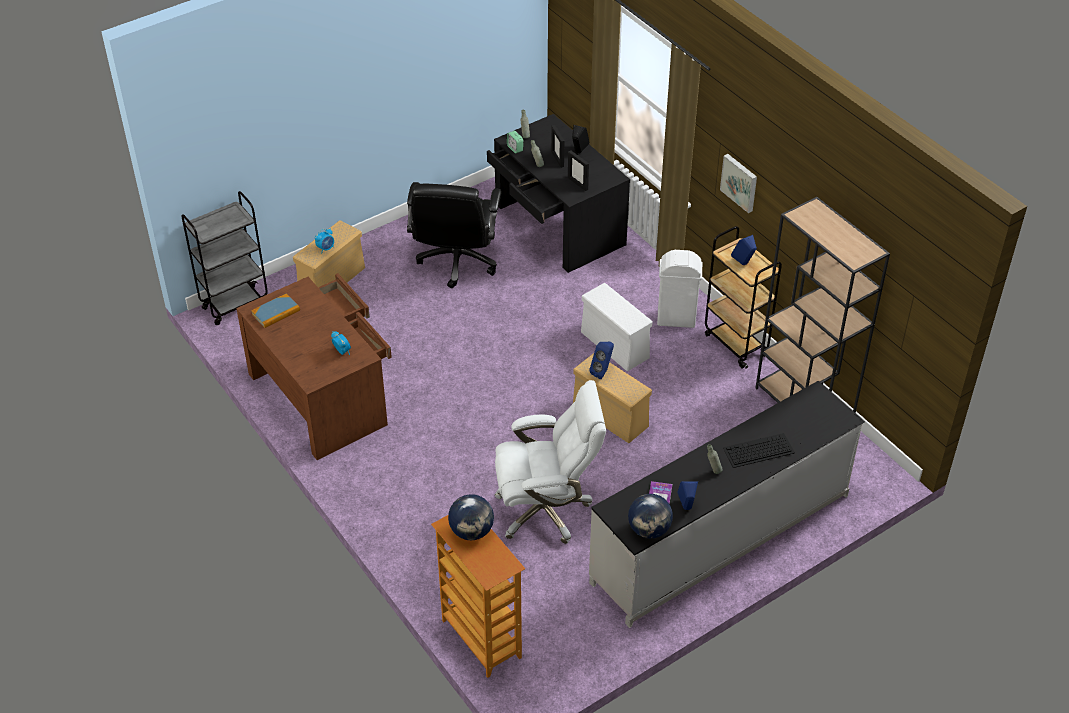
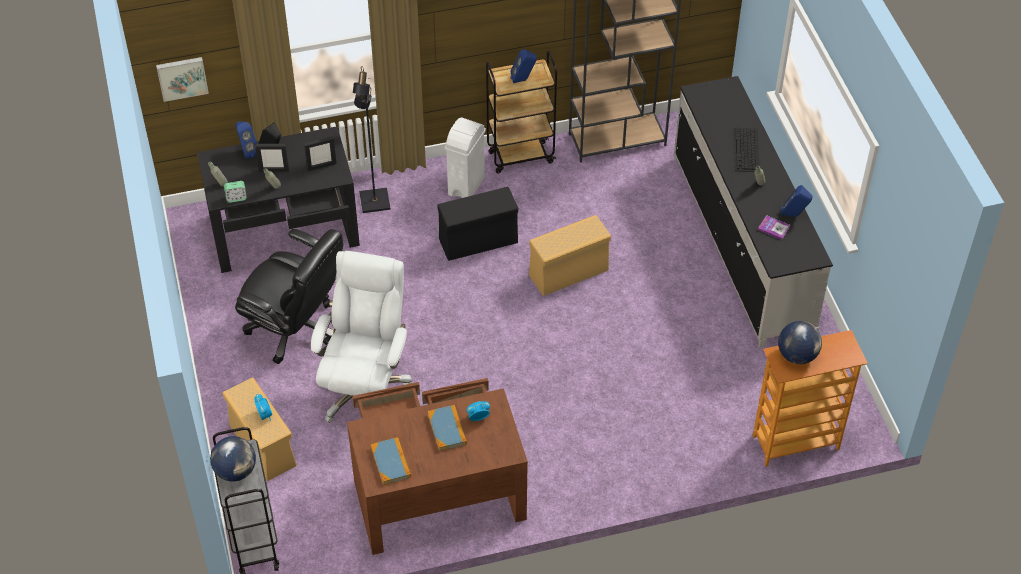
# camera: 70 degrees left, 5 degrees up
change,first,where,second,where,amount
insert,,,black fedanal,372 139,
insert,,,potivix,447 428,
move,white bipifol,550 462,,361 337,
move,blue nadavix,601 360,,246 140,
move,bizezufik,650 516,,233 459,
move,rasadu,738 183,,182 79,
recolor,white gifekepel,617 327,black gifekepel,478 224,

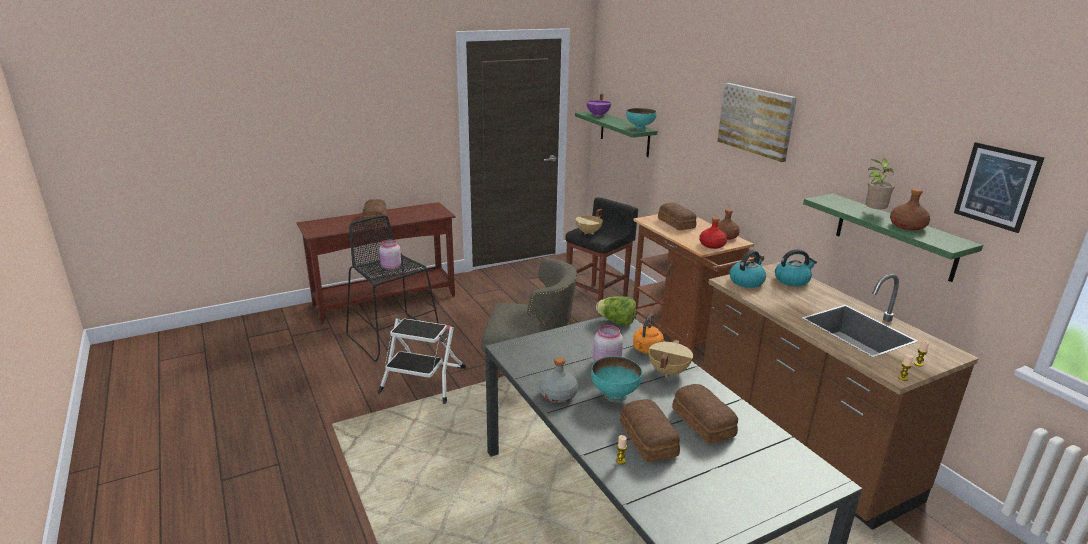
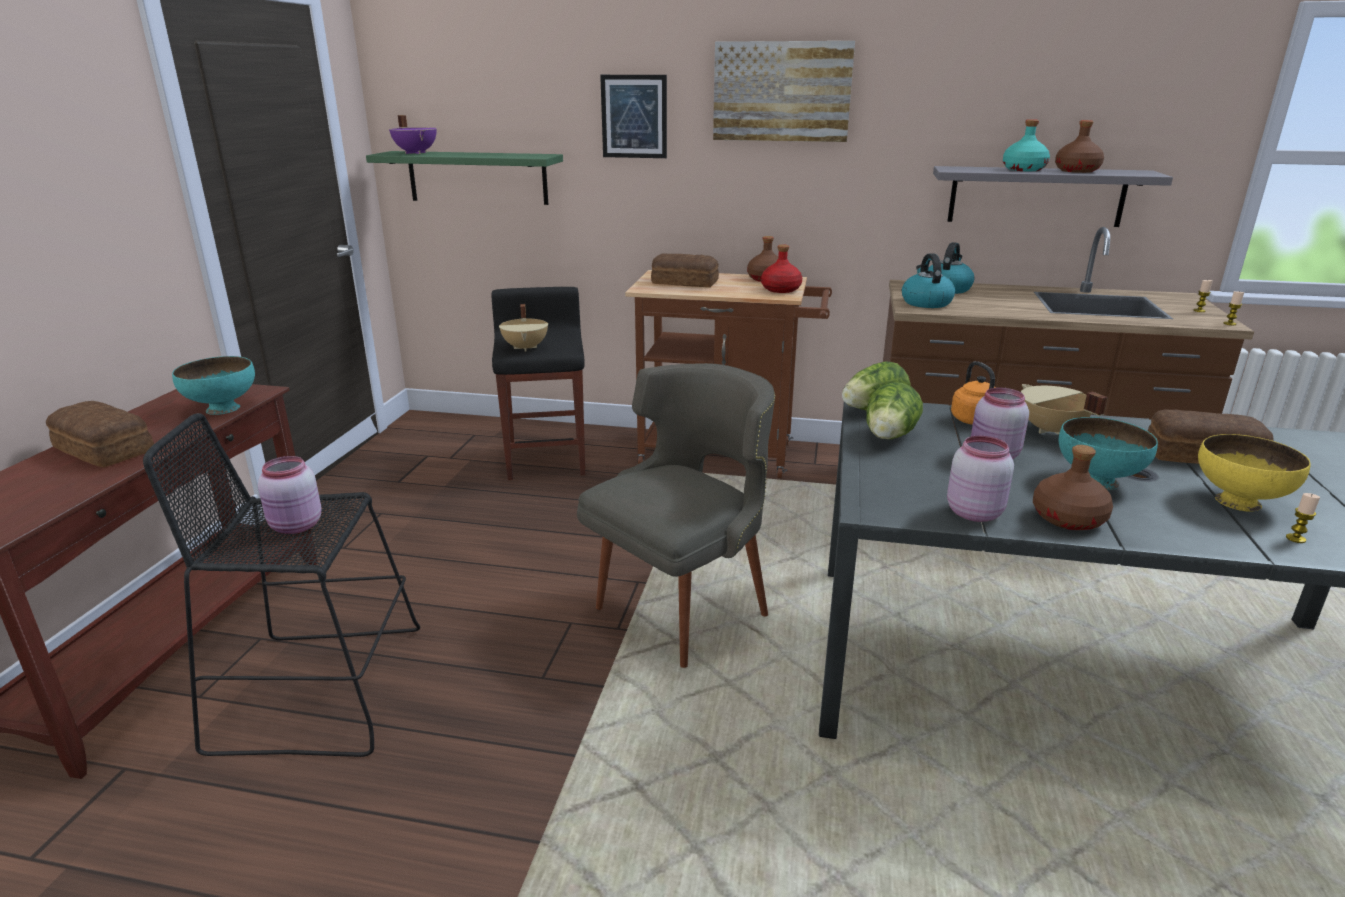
# camera: 50 degrees left, 0 degrees up
change,first,where,second,where,amount
delete,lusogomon,422 360,,,
insert,,,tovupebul,894 410,
insert,,,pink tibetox,980 479,
move,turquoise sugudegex,641 119,,213 385,
move,rasadu,999 187,,633 116,
replace,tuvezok,650 430,yellow sugudegex,1254 473,
replace,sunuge,877 184,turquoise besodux,1026 145,
recolor,grey besodux,558 379,brown besodux,1073 487,
recolor,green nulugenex,893 237,grey nulugenex,1053 196,

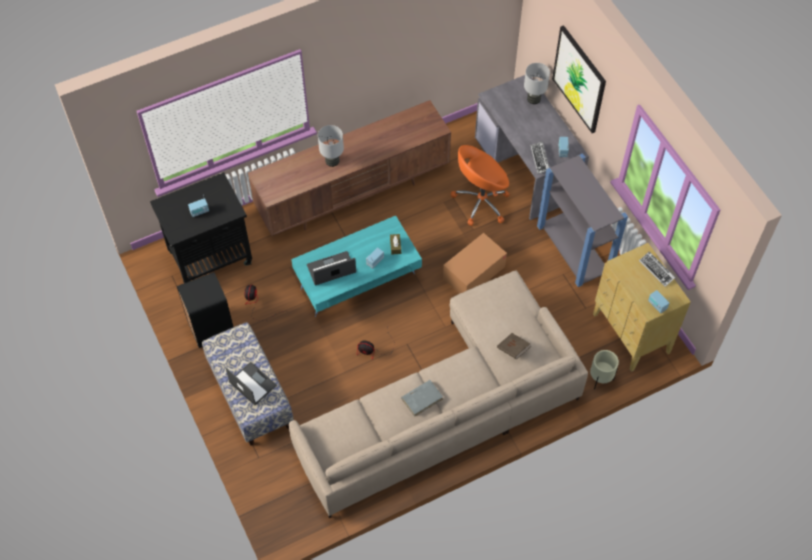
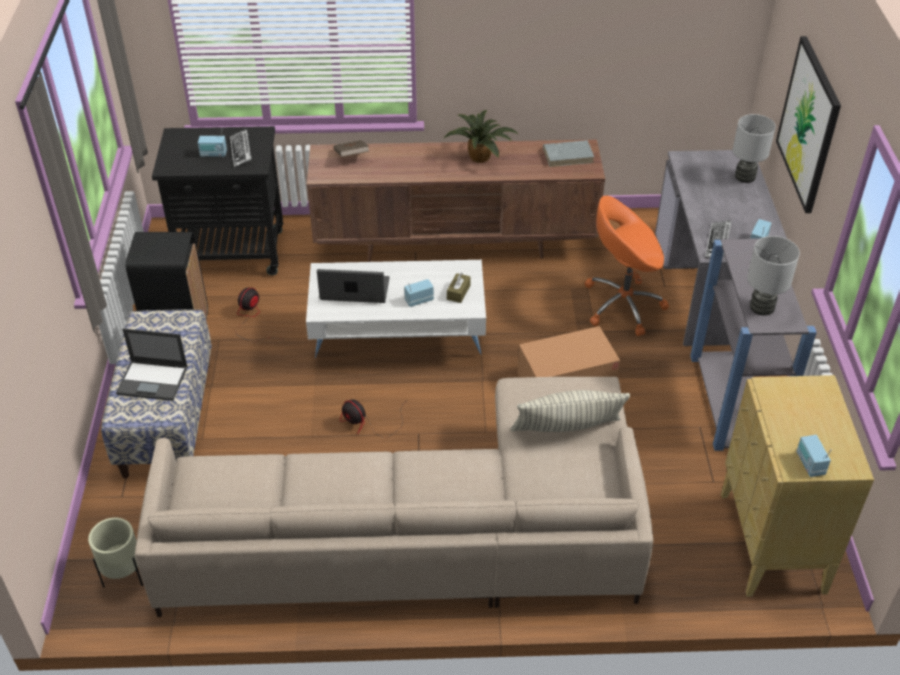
# camera: 25 degrees right, 15 degrees down
change,first,where,second,where,amount
insert,,,sunuge,481 136,
insert,,,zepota,570 411,
move,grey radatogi,331 146,,773 276,
move,grey potivix,422 398,,568 153,
move,brown potivix,514 346,,351 148,
move,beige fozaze,604 370,,115 553,
move,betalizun,657 269,,241 148,
recolor,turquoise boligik,356 266,white boligik,396 309,
rotate,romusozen,251 383,,152 364,120 degrees clockwise

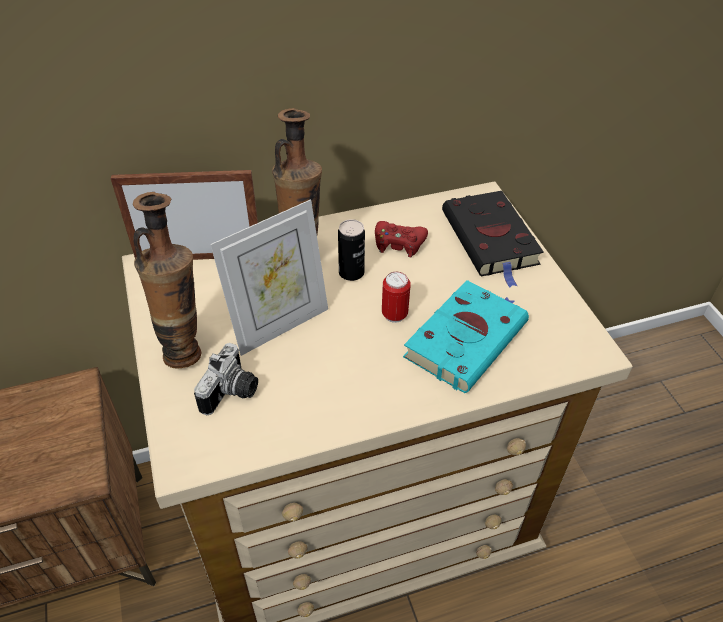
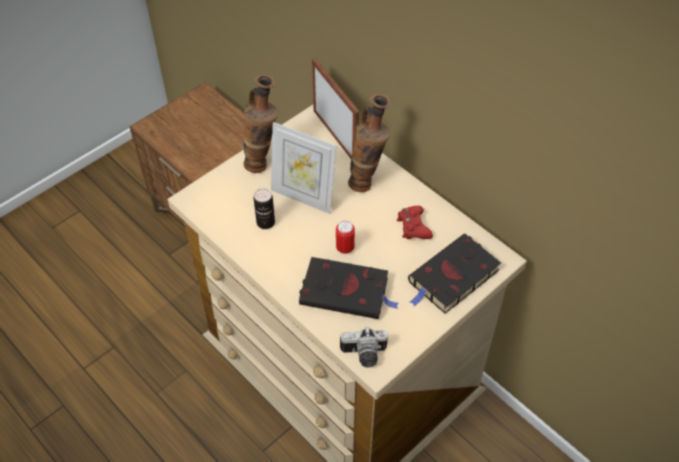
# camera: 65 degrees right, 5 degrees up
change,first,where,second,where,amount
move,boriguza,226 379,,364 347,
move,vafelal,351 250,,264 208,
recolor,turquoise potivix,466 336,black potivix,349 288,

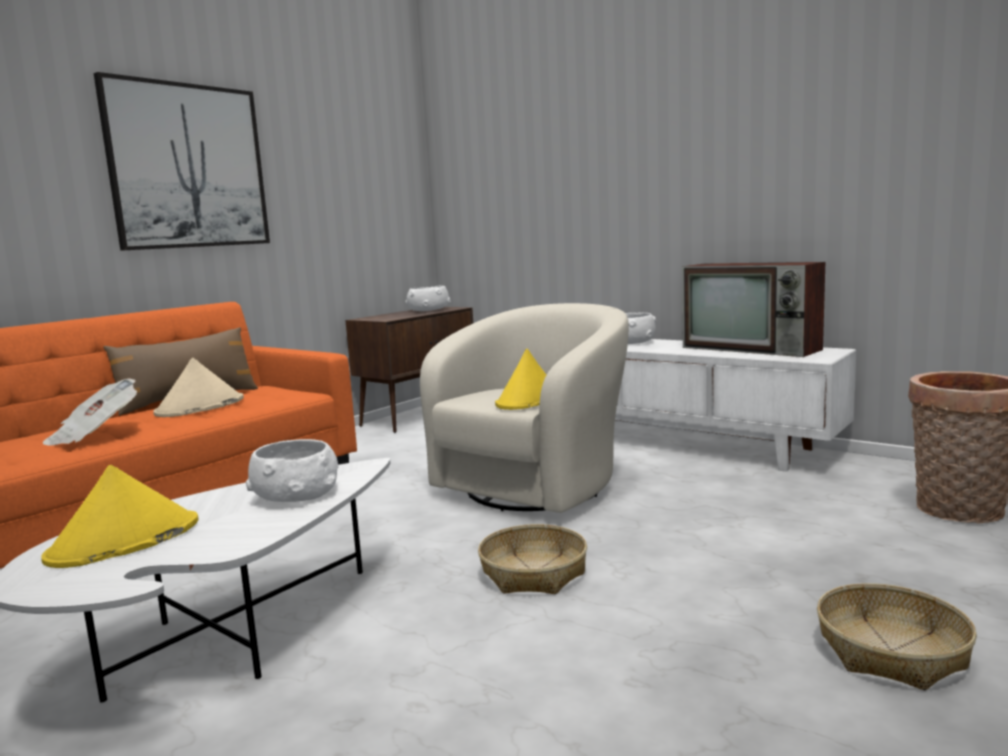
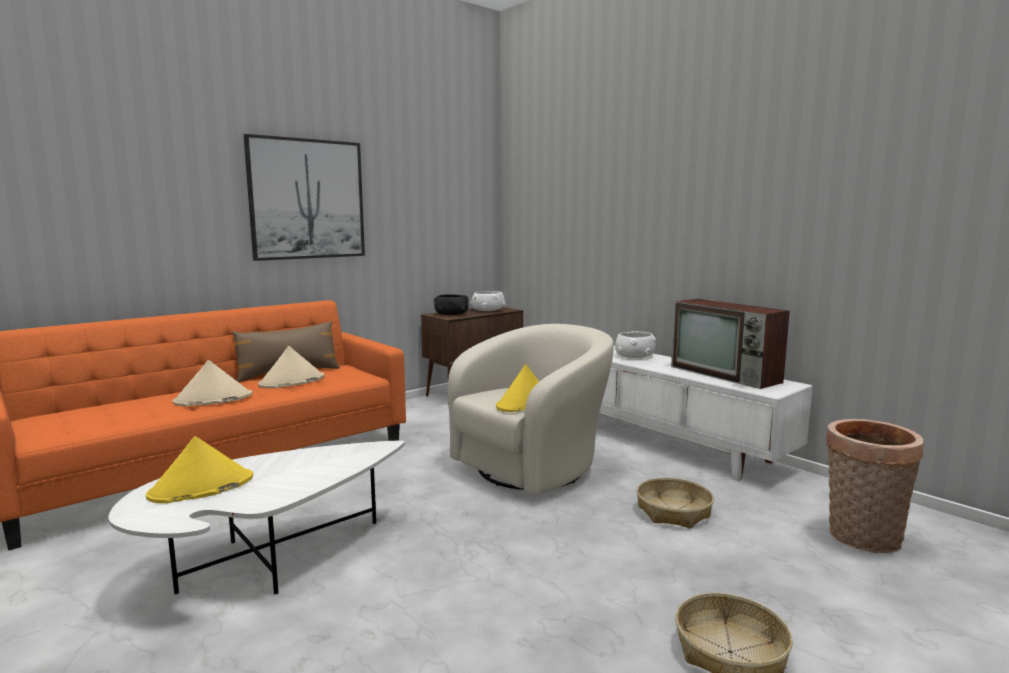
# camera: 10 degrees right, 0 degrees up
change,first,where,second,where,amount
delete,white sugudegex,292 470,,,
insert,,,black sugudegex,451 304,
move,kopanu,532 559,,675 503,
replace,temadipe,90 412,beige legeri,212 383,

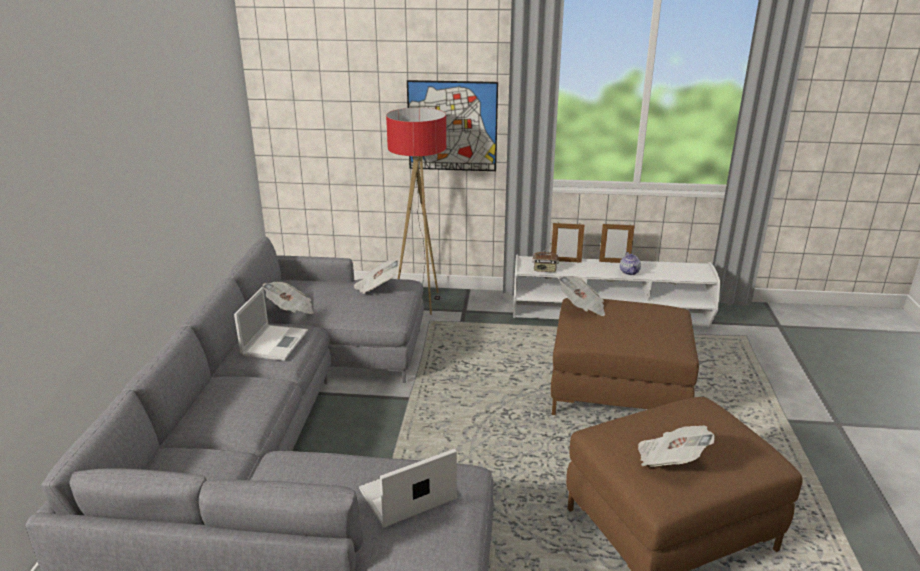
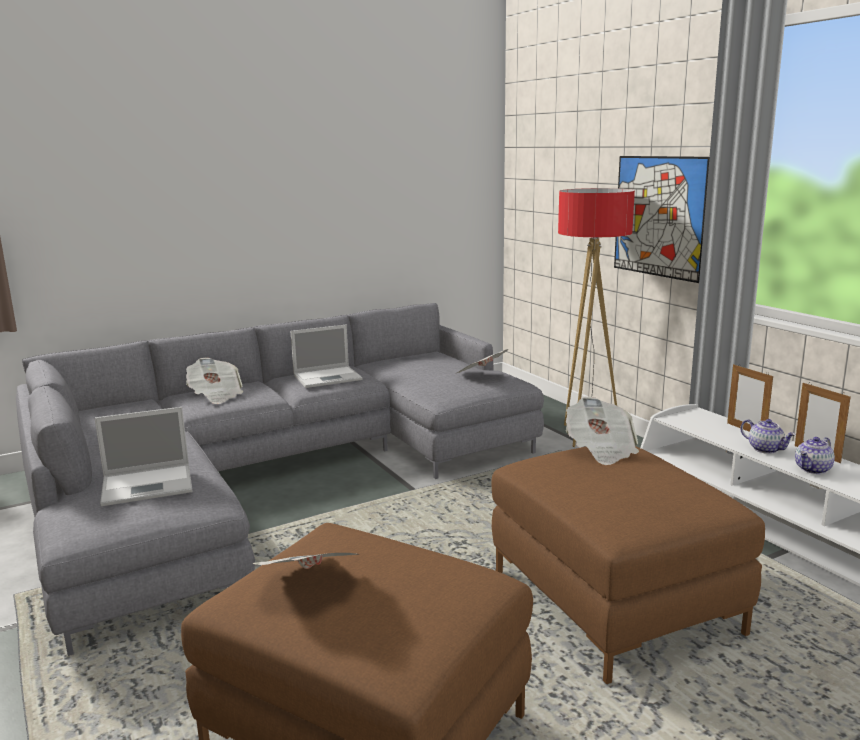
# camera: 55 degrees right, 10 degrees down
change,first,where,second,where,amount
delete,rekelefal,545 258,,,
insert,,,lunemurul,768 436,
move,temadipe,288 298,,214 381,
rotate,romusozen,408 488,,144 456,135 degrees clockwise

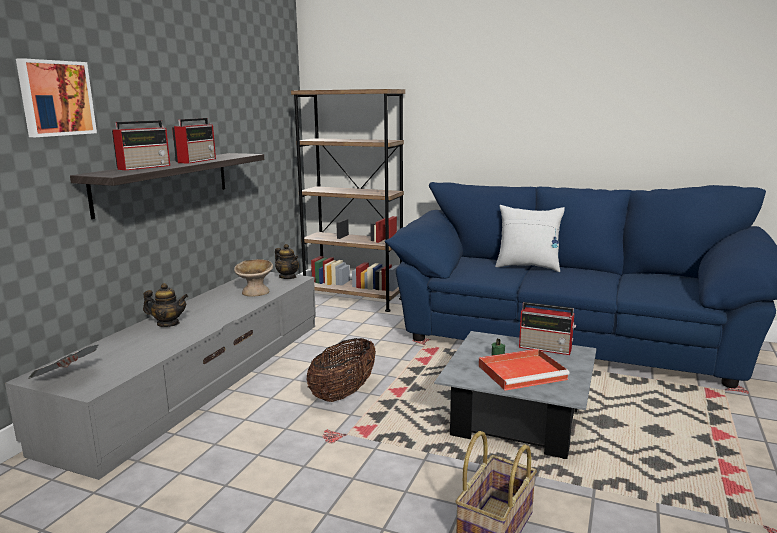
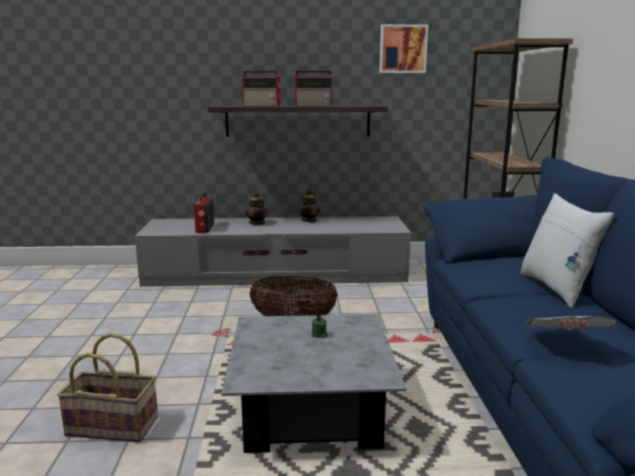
# camera: 65 degrees right, 0 degrees up
change,first,where,second,where,amount
delete,beige sugudegex,253 278,,,
delete,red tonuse,524 369,,,
move,rasadu,56 97,,403 48,
move,temadipe,63 362,,571 323,
move,lunemurul,287 261,,309 206,
move,rekelefal,547 328,,204 212,

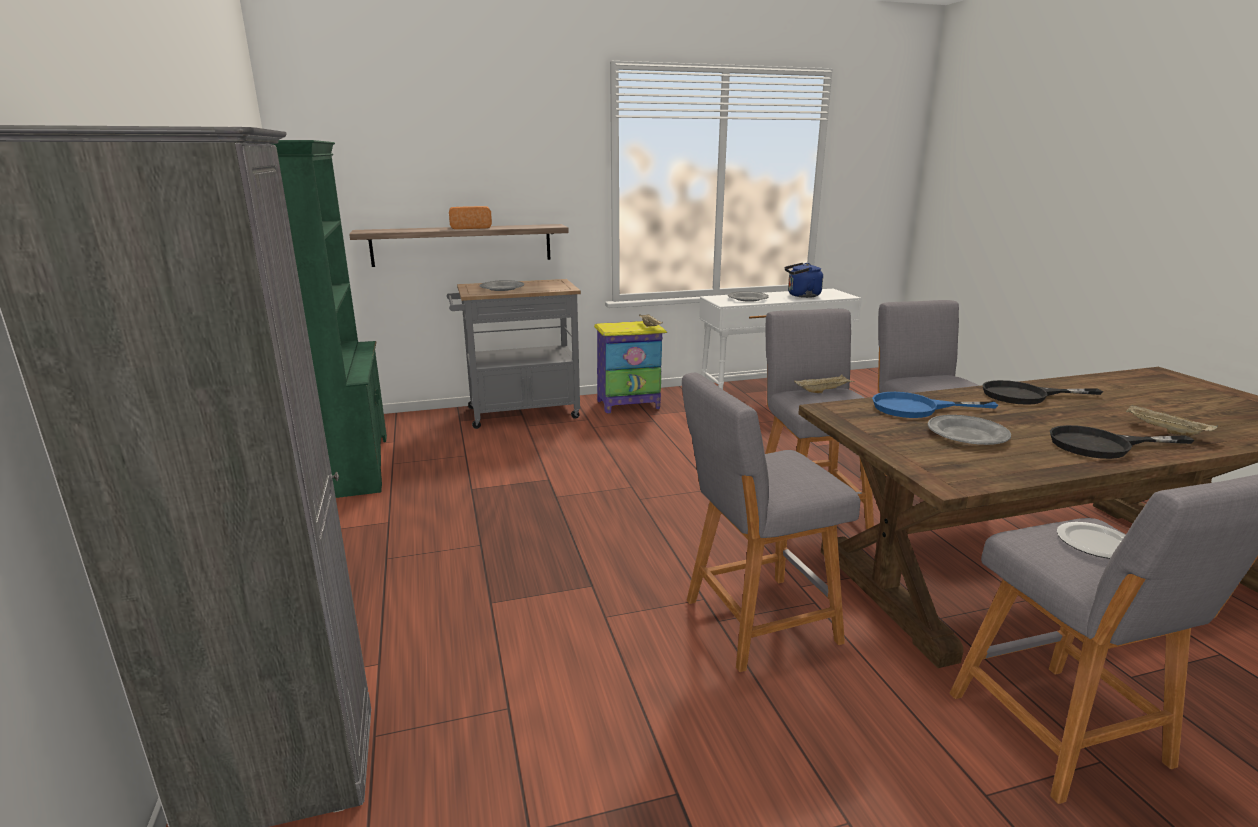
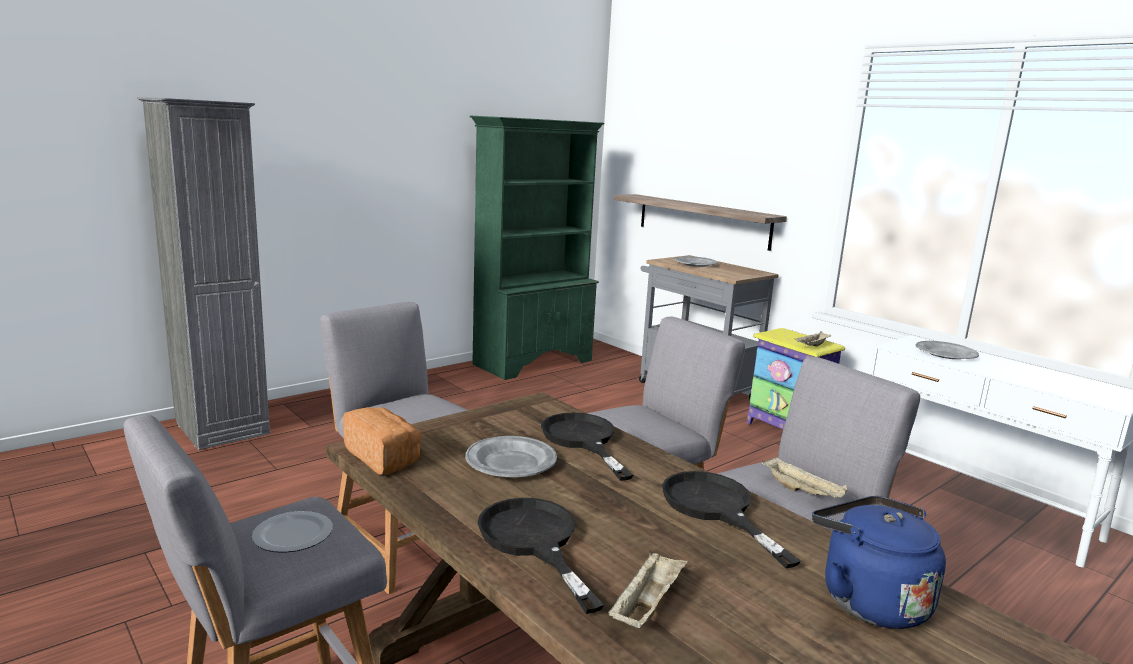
# camera: 65 degrees right, 5 degrees down
change,first,where,second,where,amount
move,tuvezok,470 217,,382 441,
move,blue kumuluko,804 280,,879 562,
move,beige tonuse,824 383,,804 477,
recolor,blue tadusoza,935 405,black tadusoza,587 447,

